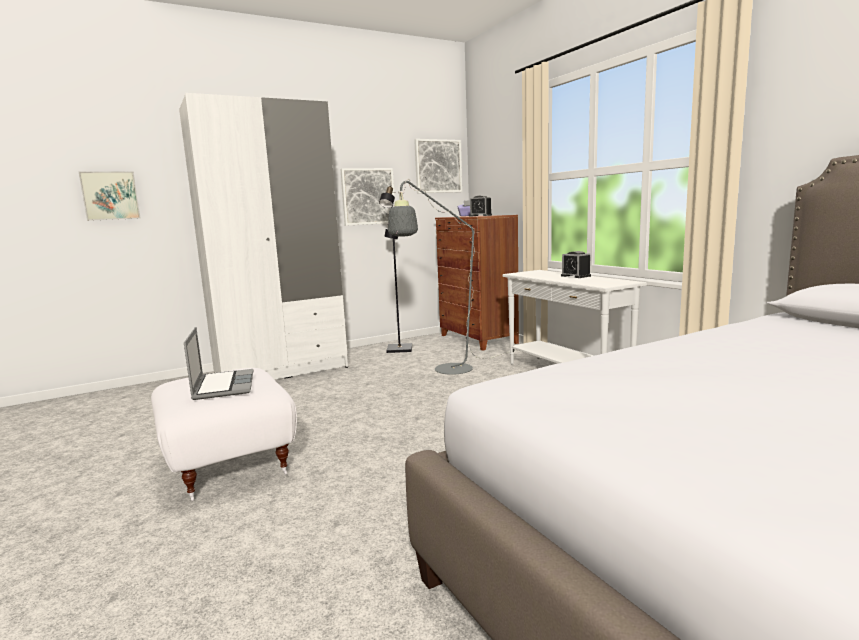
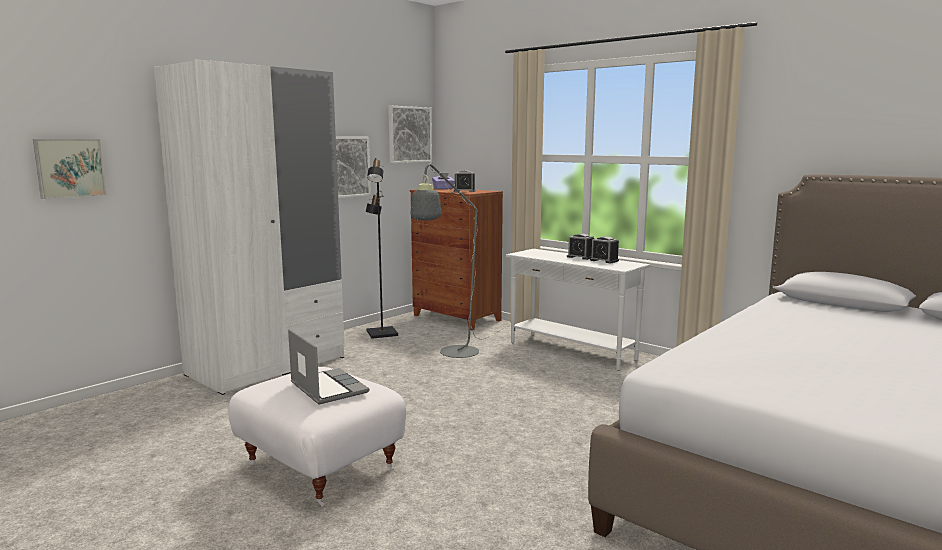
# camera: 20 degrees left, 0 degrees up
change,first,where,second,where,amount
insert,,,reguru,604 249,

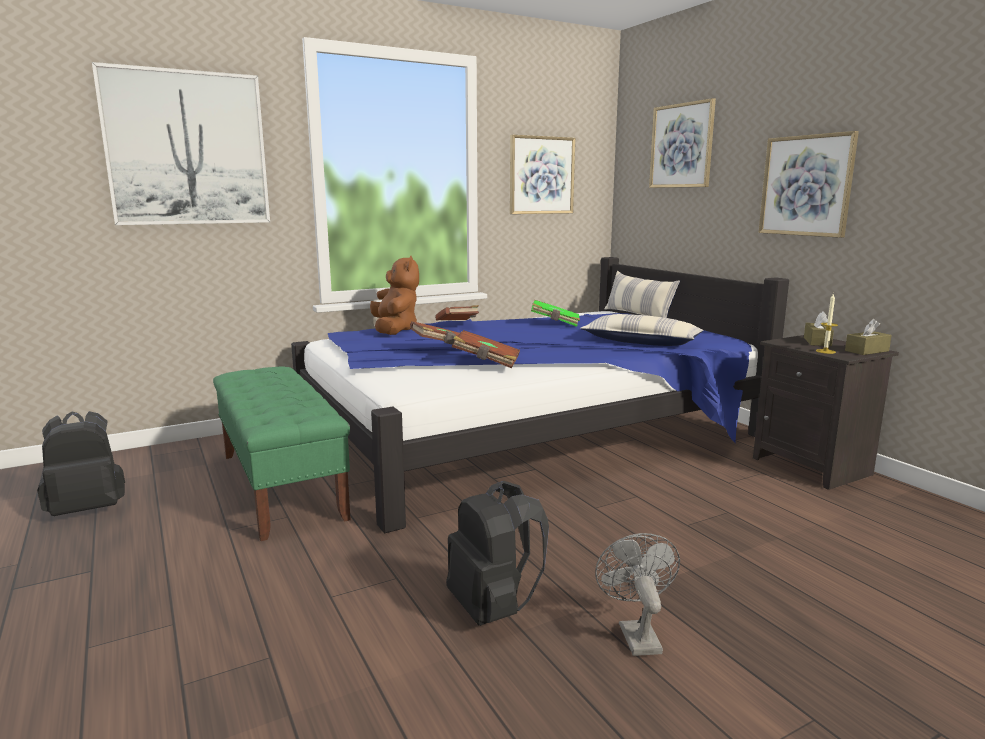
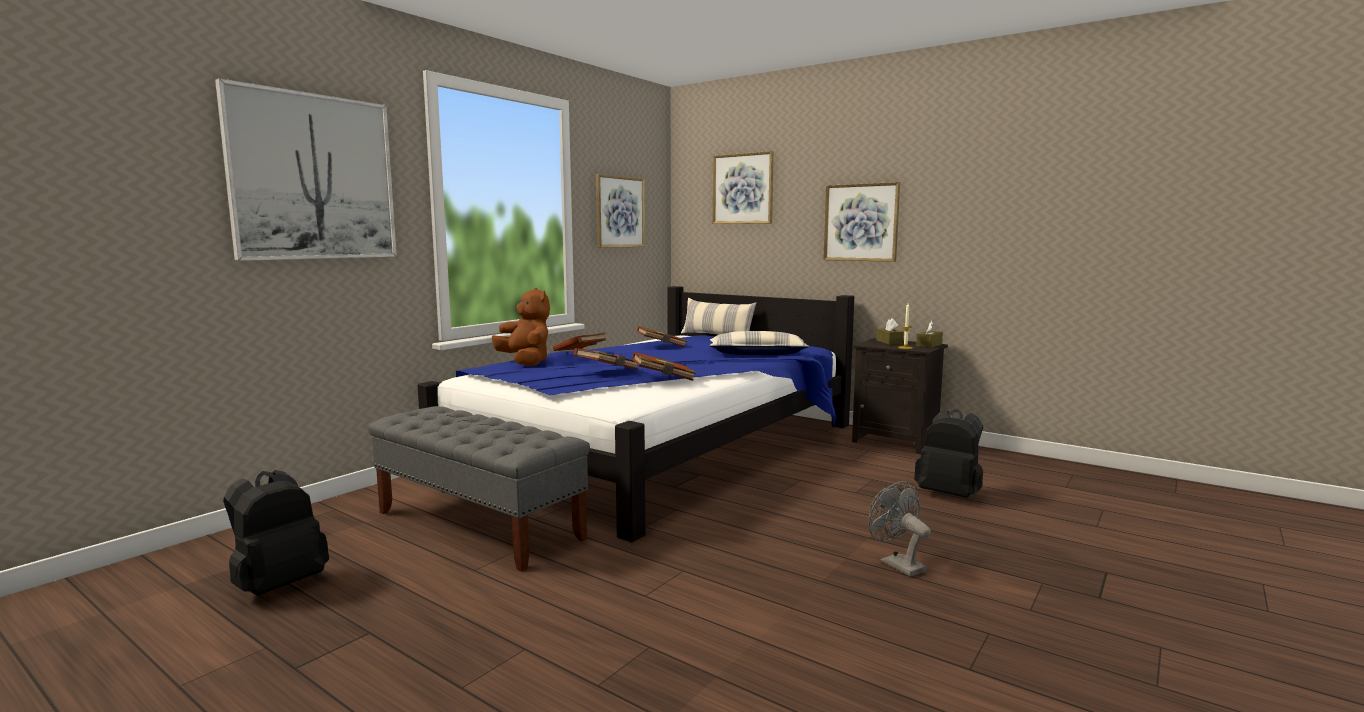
# camera: 25 degrees left, 5 degrees down
change,first,where,second,where,amount
move,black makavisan,497 553,,948 453,
recolor,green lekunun,282 453,grey lekunun,479 489,
recolor,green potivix,555 313,brown potivix,662 336,

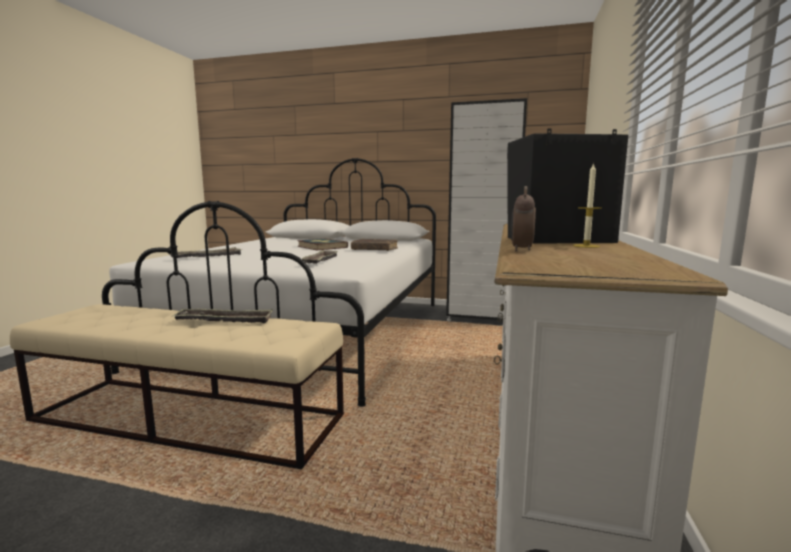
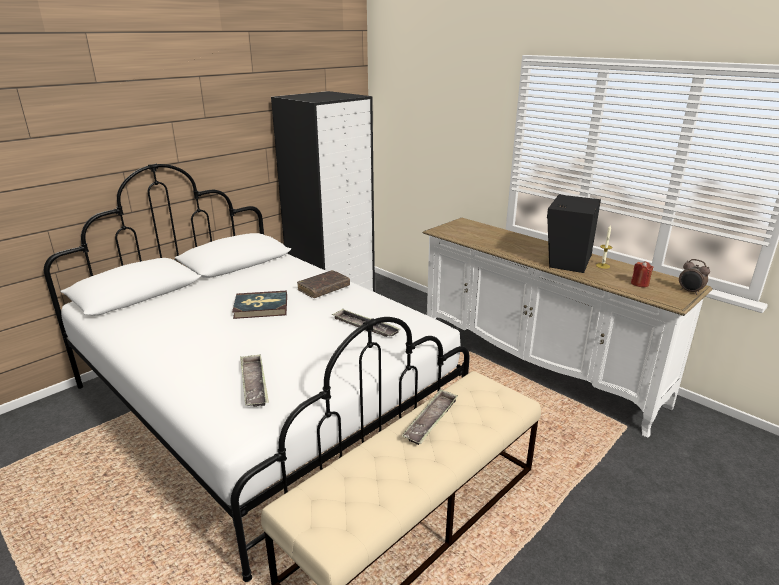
# camera: 60 degrees left, 15 degrees up
change,first,where,second,where,amount
insert,,,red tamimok,642 274,
move,reguru,523 218,,694 277,

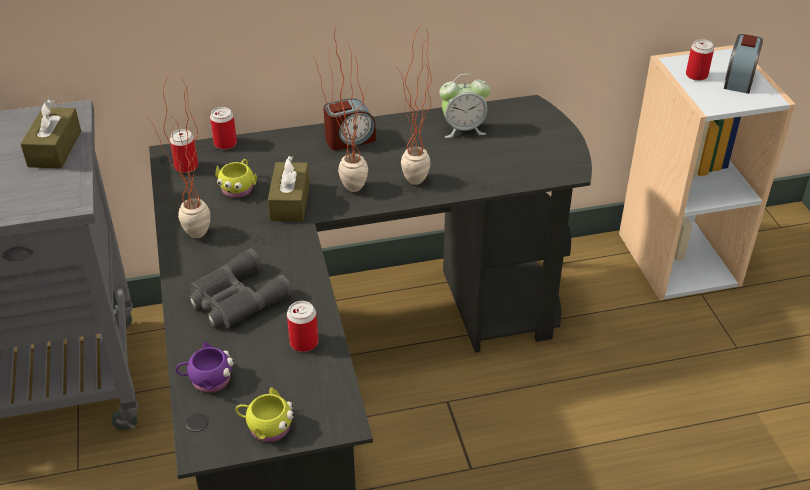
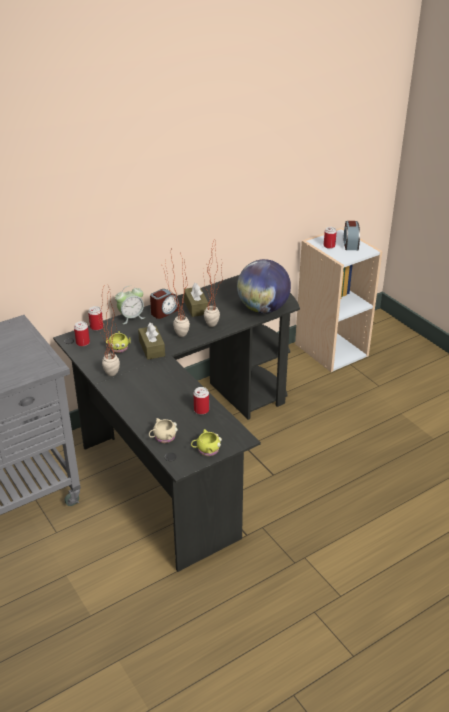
# camera: 20 degrees left, 5 degrees down
change,first,where,second,where,amount
delete,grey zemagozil,240 288,,,
insert,,,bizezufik,264 286,
move,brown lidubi,51 134,,196 300,
move,reguru,464 106,,130 305,
recolor,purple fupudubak,205 367,beige fupudubak,163 430,

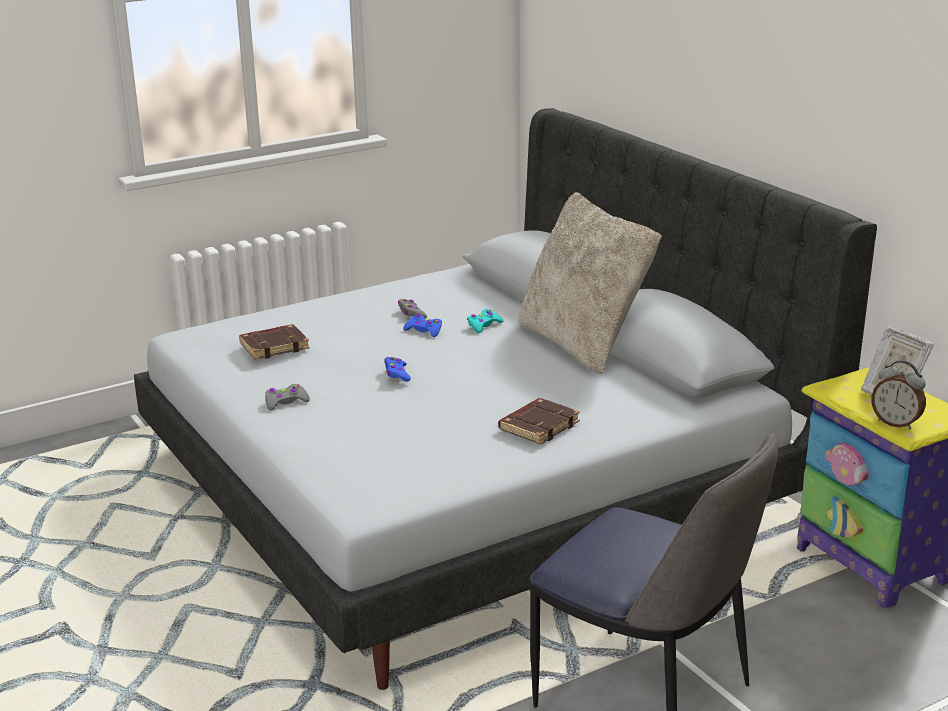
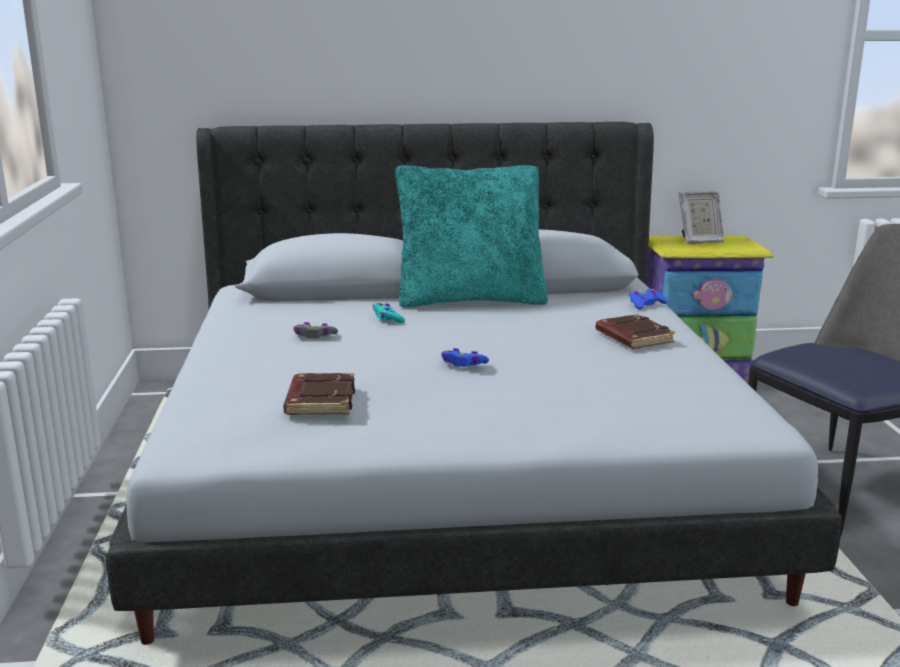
# camera: 65 degrees left, 5 degrees down
change,first,where,second,where,amount
delete,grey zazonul,287 397,,,
delete,reguru,898 395,,,
move,blue zazonul,422 325,,648 299,
recolor,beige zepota,590 283,turquoise zepota,471 236,

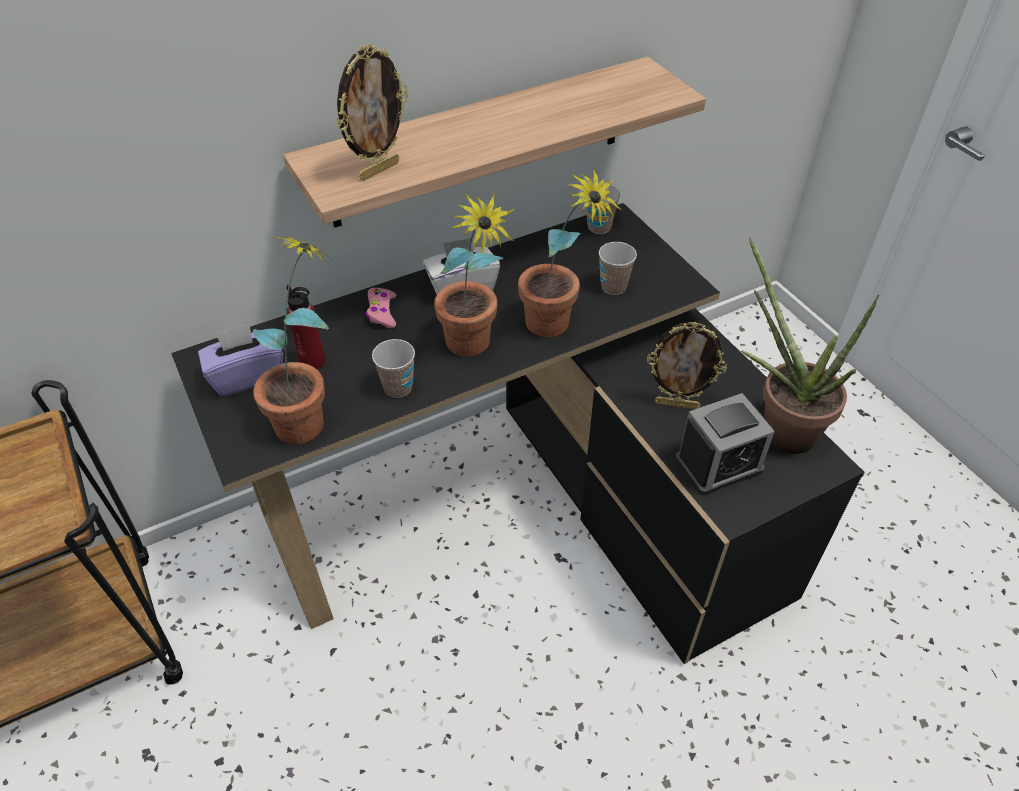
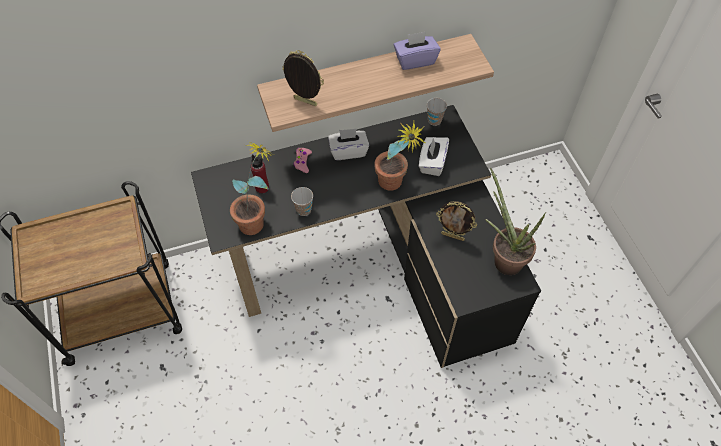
# camera: 10 degrees right, 10 degrees up
change,first,where,second,where,amount
delete,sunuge,475 274,,,
delete,reguru,725 444,,,
move,purple lidubi,240 360,,417 51,
replace,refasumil,618 268,white lidubi,434 156,
rotate,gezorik,372 112,,303 78,120 degrees counterclockwise

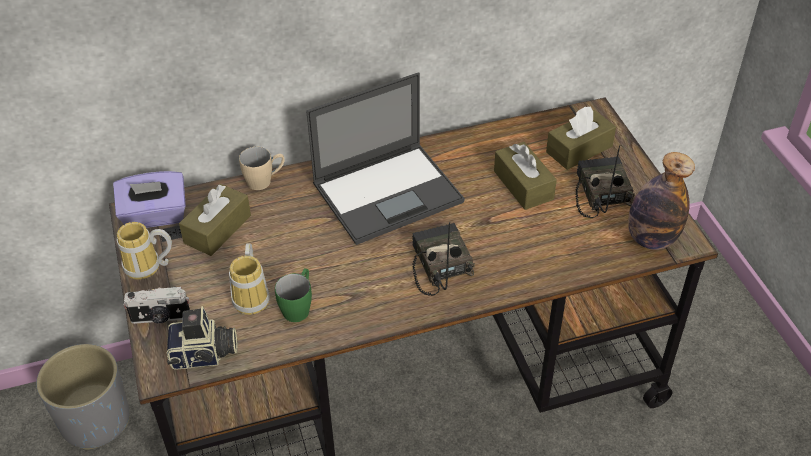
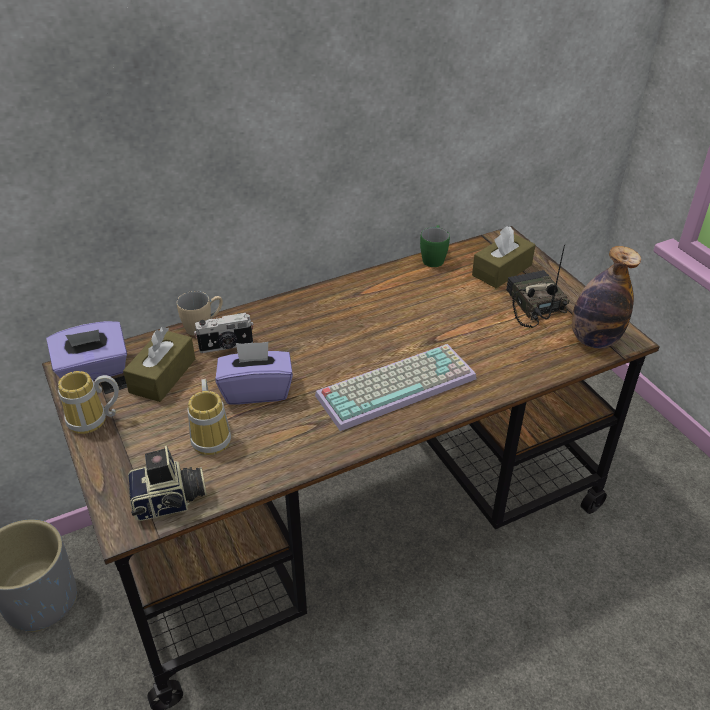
# camera: 10 degrees left, 5 degrees down
change,first,where,second,where,amount
delete,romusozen,385 159,,,
delete,brown lidubi,525 176,,,
insert,,,purple lidubi,254 373,
move,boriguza,157 305,,223 333,
move,green fupudubak,293 295,,435 246,
replace,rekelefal,443 259,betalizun,395 387,

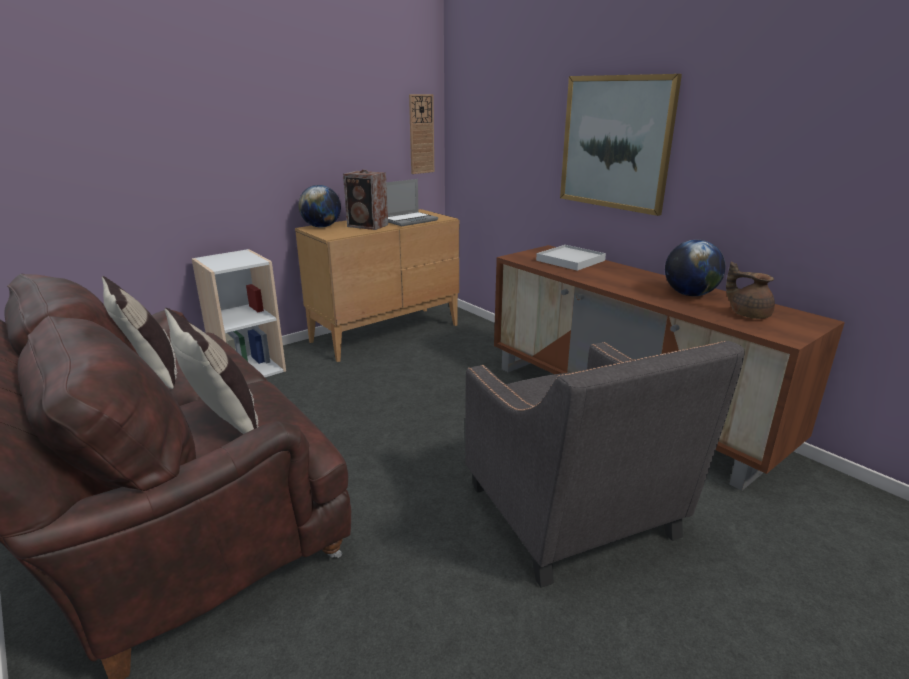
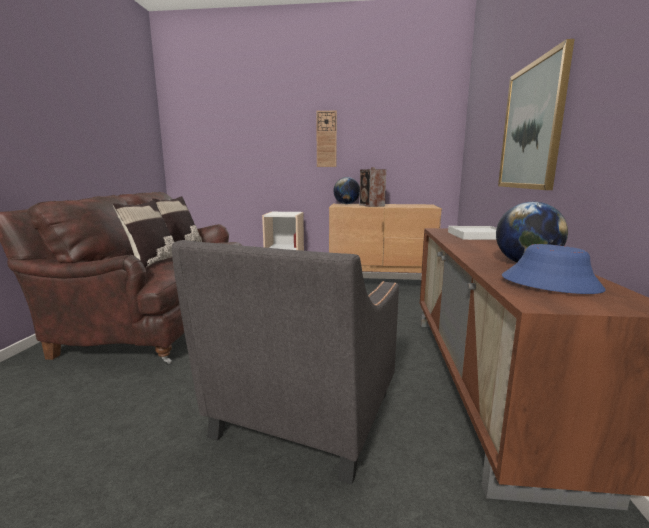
# camera: 45 degrees right, 10 degrees down
change,first,where,second,where,amount
delete,romusozen,412 202,,,
move,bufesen,421 134,,326 139,
replace,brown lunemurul,750 290,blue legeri,554 269,

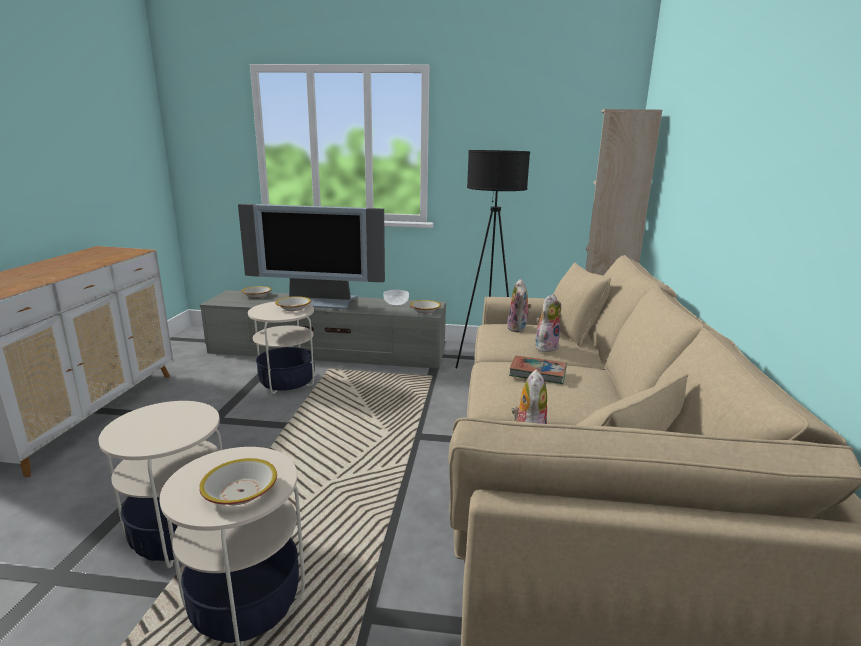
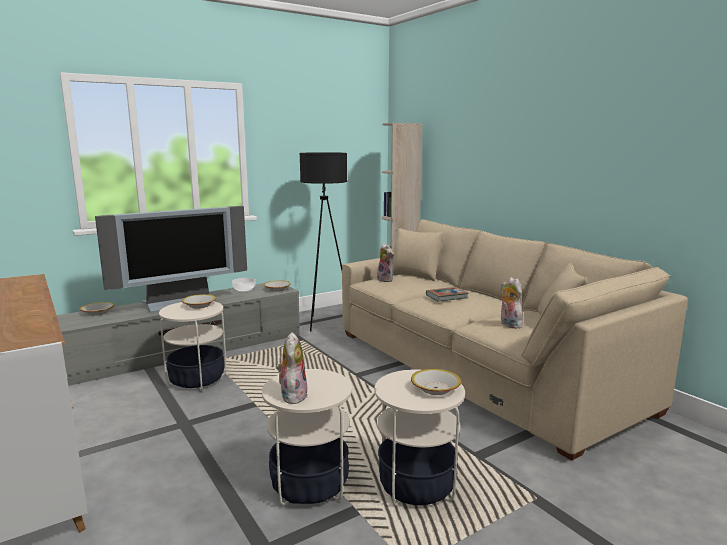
# camera: 40 degrees left, 5 degrees down
change,first,where,second,where,amount
move,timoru,548 323,,292 368,

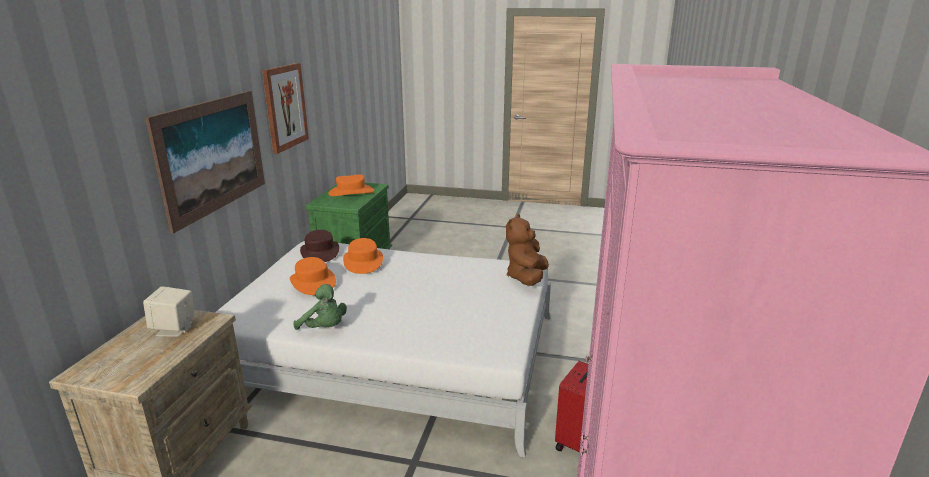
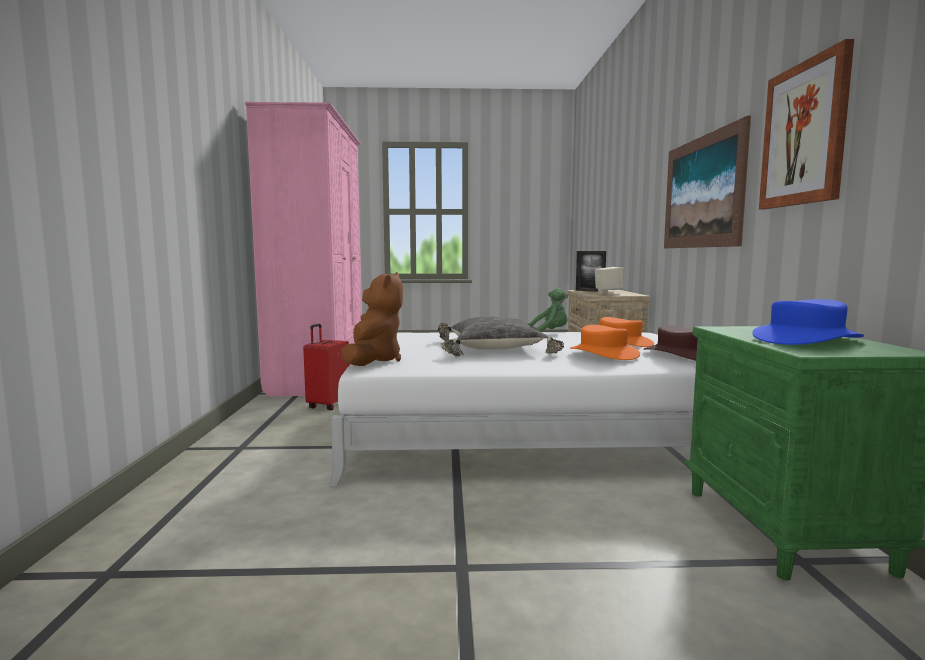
# camera: 165 degrees right, 15 degrees down
change,first,where,second,where,amount
insert,,,zepota,501 336,
insert,,,gezorik,591 271,
recolor,orange legeri,351 185,blue legeri,808 322,
rotate,green timoru,320 307,,547 310,150 degrees clockwise

